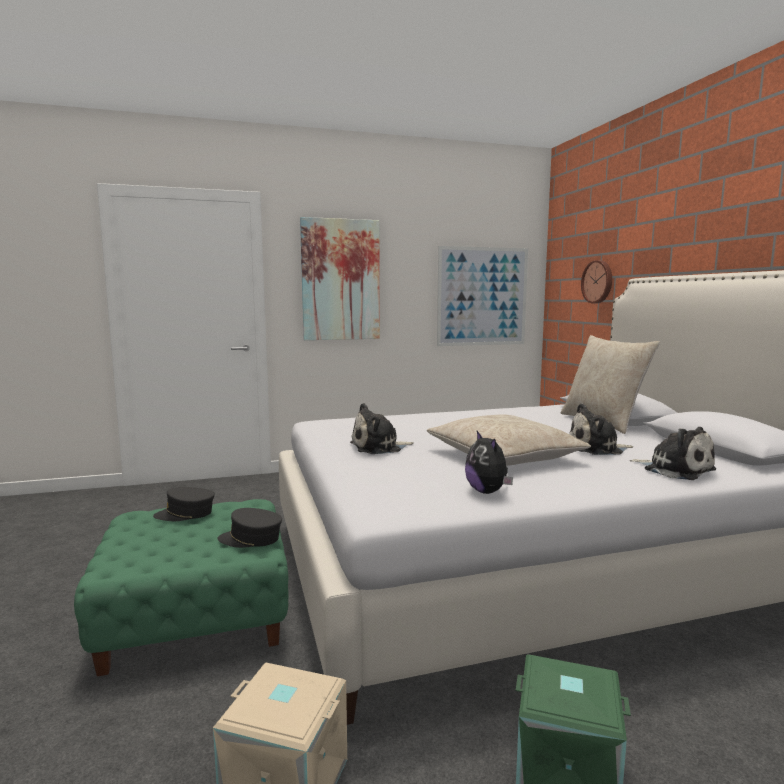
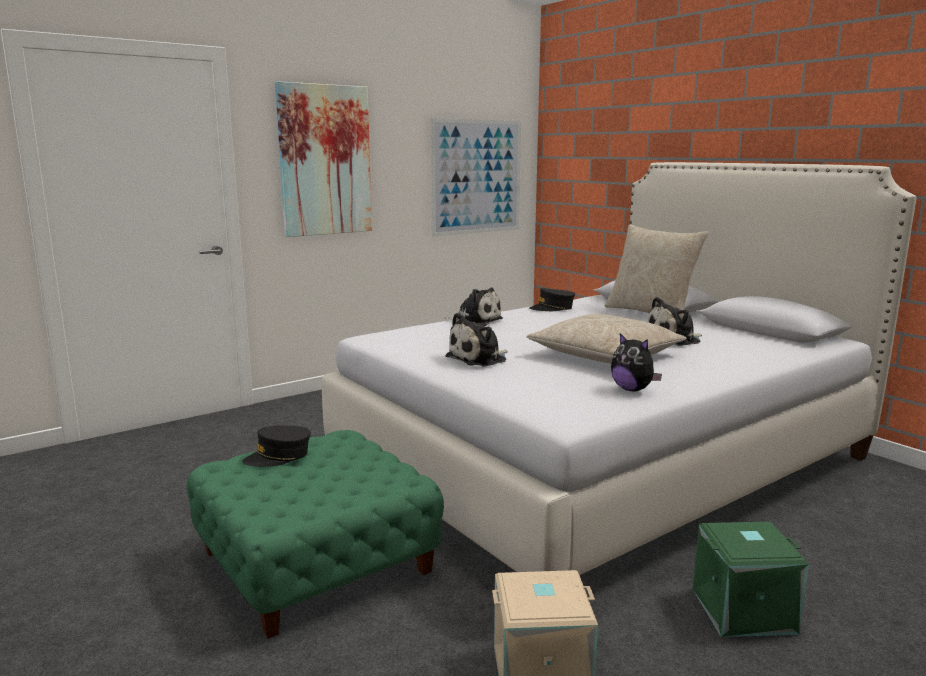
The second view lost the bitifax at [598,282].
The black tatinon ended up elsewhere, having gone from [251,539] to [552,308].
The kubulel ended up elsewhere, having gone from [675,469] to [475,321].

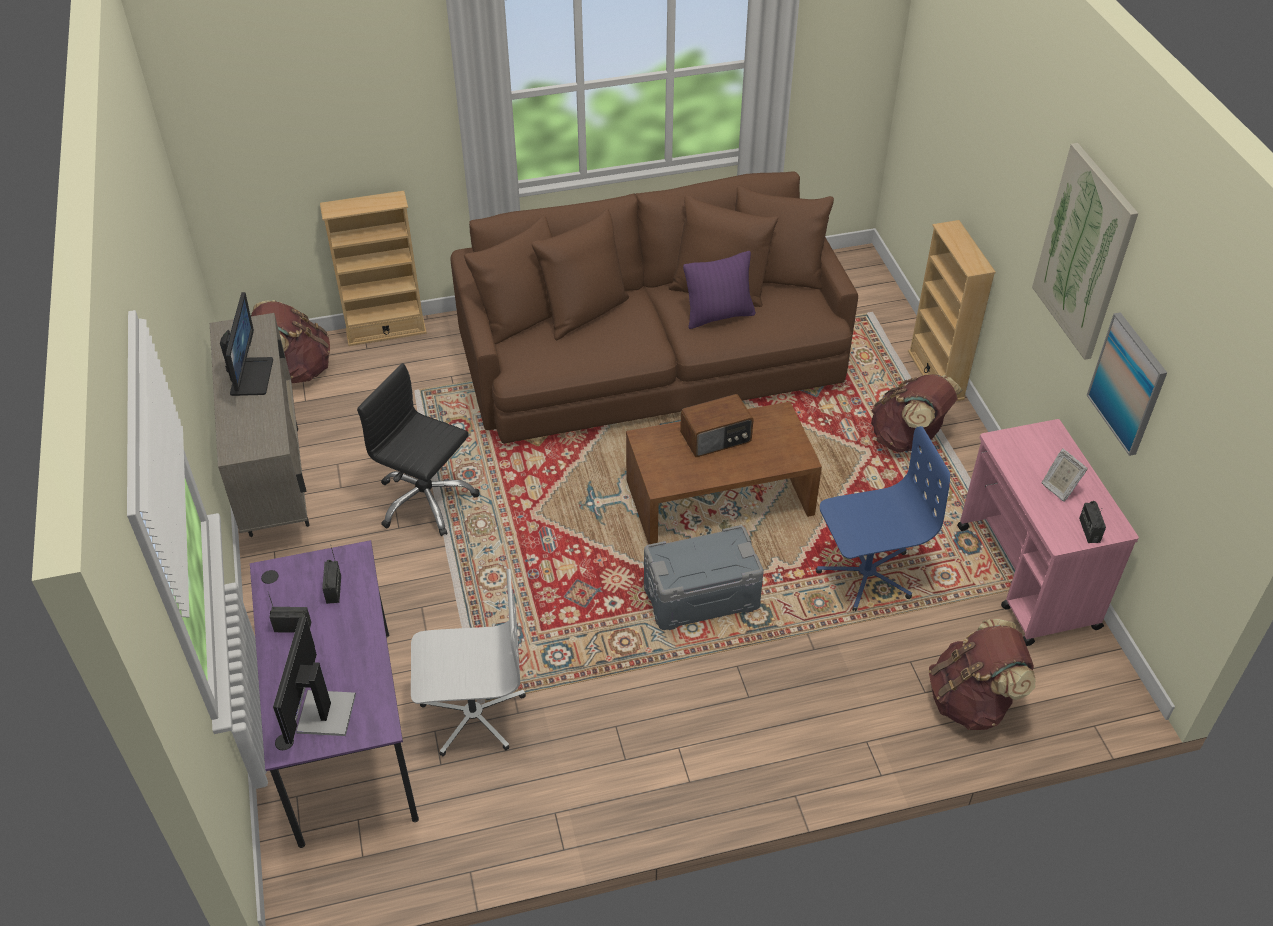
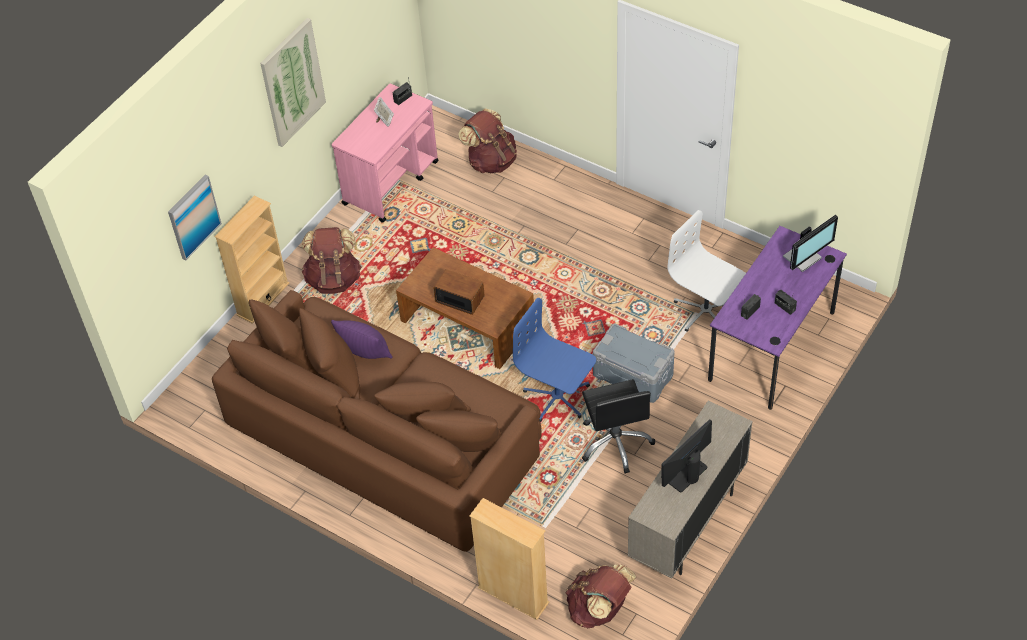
The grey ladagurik ended up elsewhere, having gone from [701,597] to [633,374].
The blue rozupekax ended up elsewhere, having gone from [865,573] to [557,397].
The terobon ended up elsewhere, having gone from [1128,384] to [193,217].

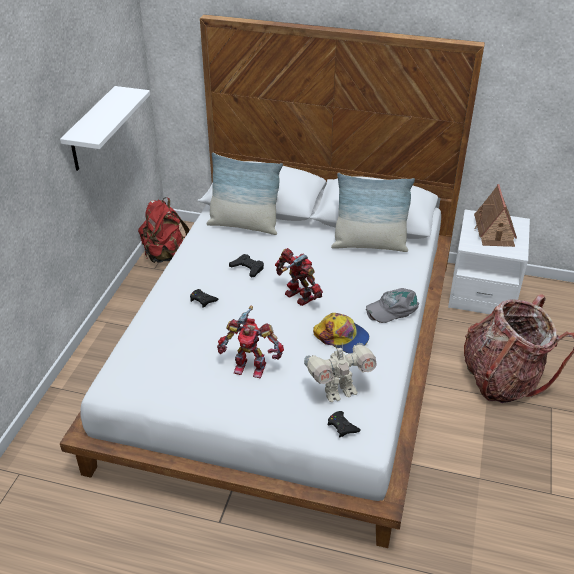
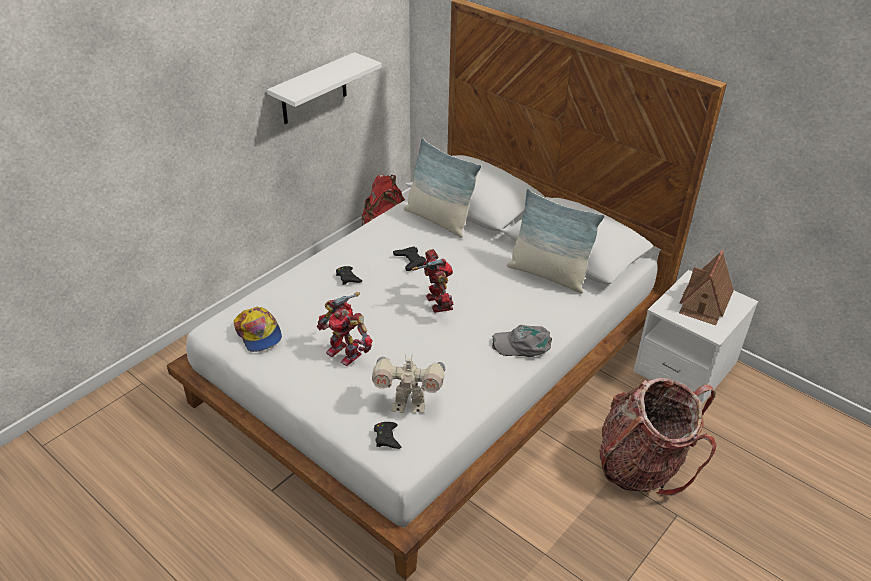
The tatinon ended up elsewhere, having gone from [342,337] to [258,334].

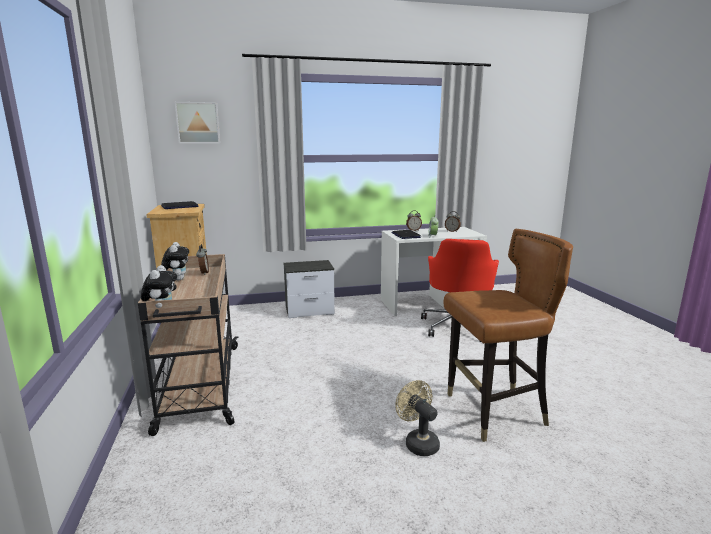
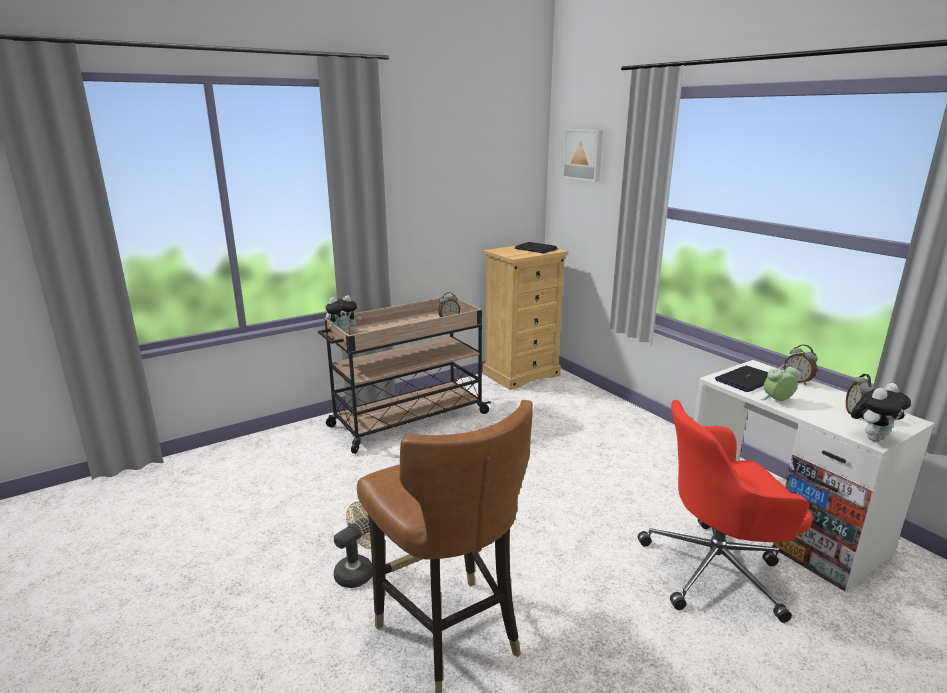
The second view lost the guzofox at [310,311].
The kubulel ended up elsewhere, having gone from [177,279] to [872,438].

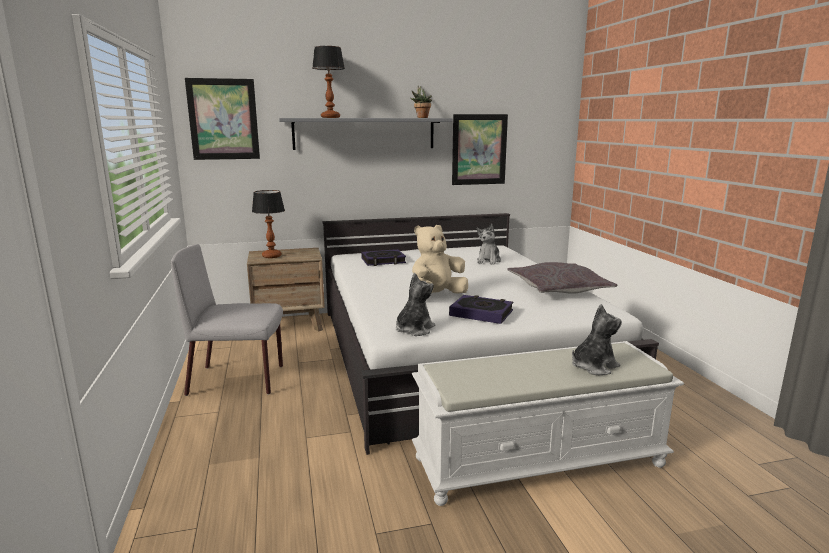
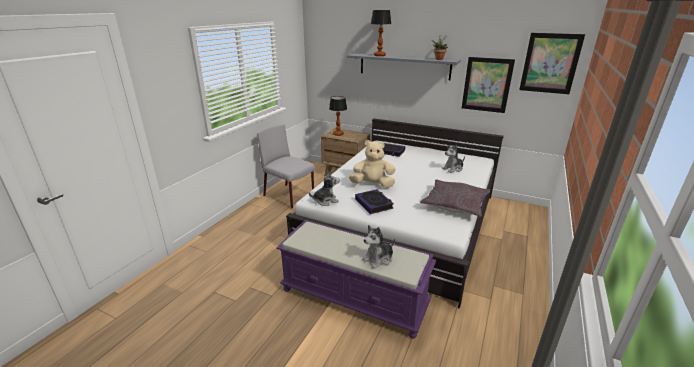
The terobon ended up elsewhere, having gone from [223,119] to [550,63].
What was the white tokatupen at [539,460] turned into the purple tokatupen at [355,297].
The kubulel at [593,366] ended up facing another way, 135 degrees clockwise from before.

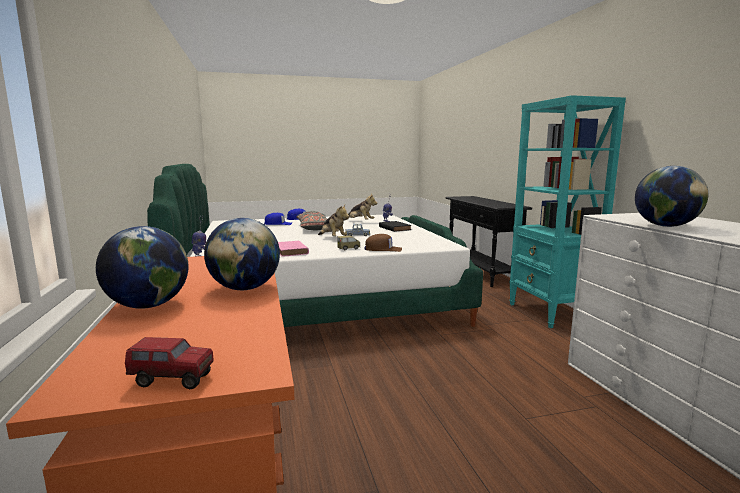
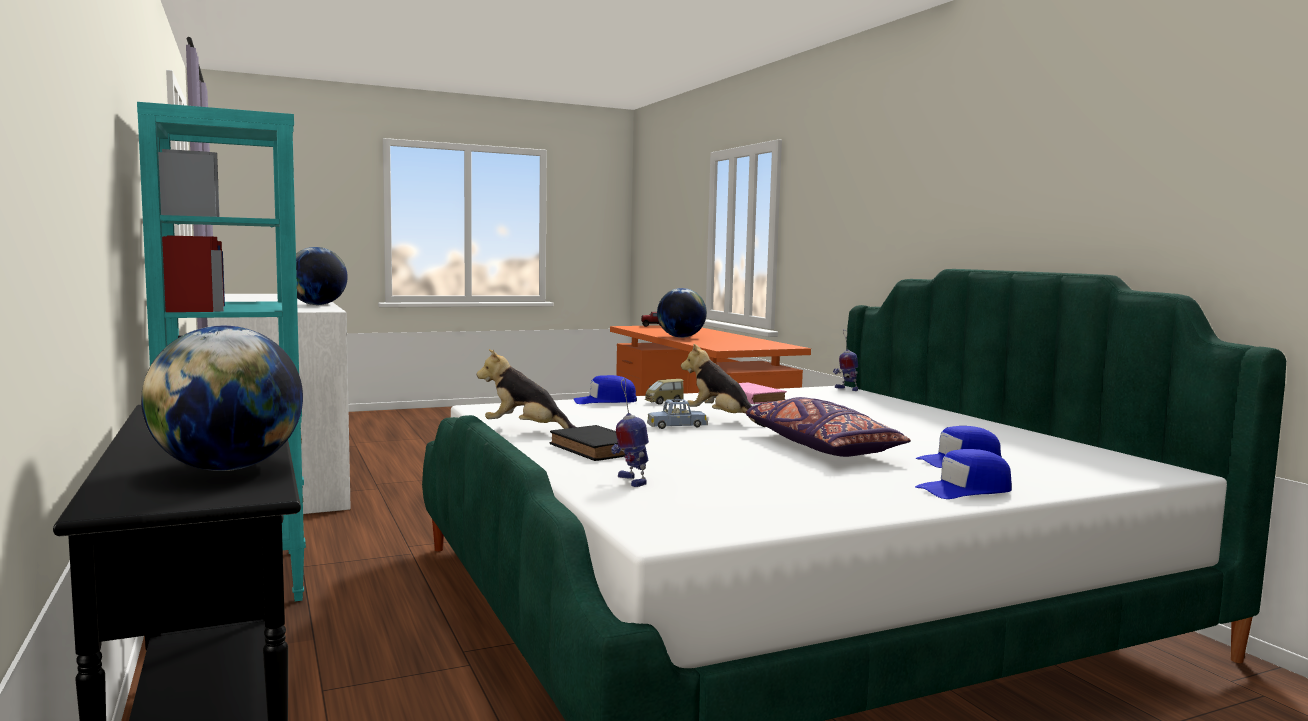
The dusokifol ended up elsewhere, having gone from [148,306] to [227,468].
The kubulel ended up elsewhere, having gone from [360,222] to [526,430].
What was the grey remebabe at [313,228] turned into the purple remebabe at [819,446].
What was the brown tatinon at [383,249] turned into the blue tatinon at [605,401].

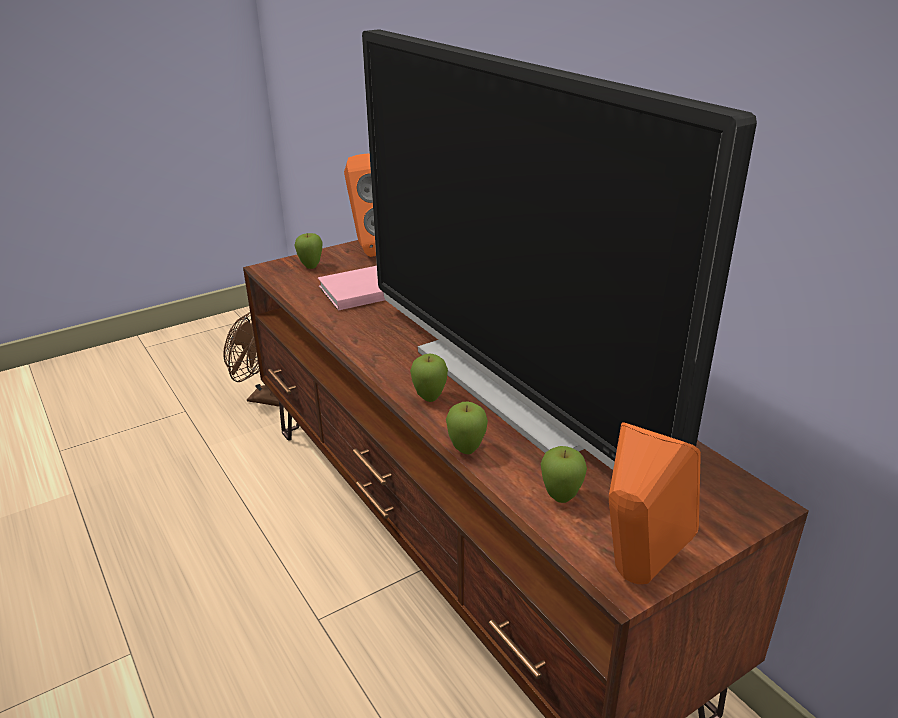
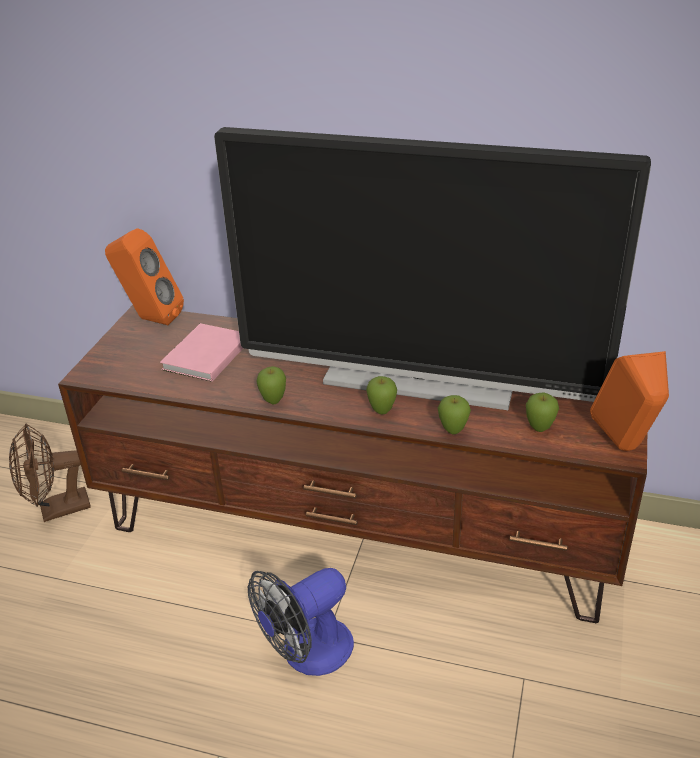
The second view gained the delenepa at [307,653].
The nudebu ended up elsewhere, having gone from [311,267] to [273,401].

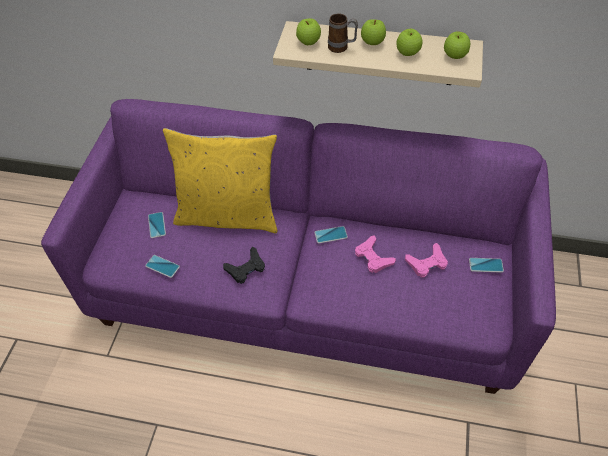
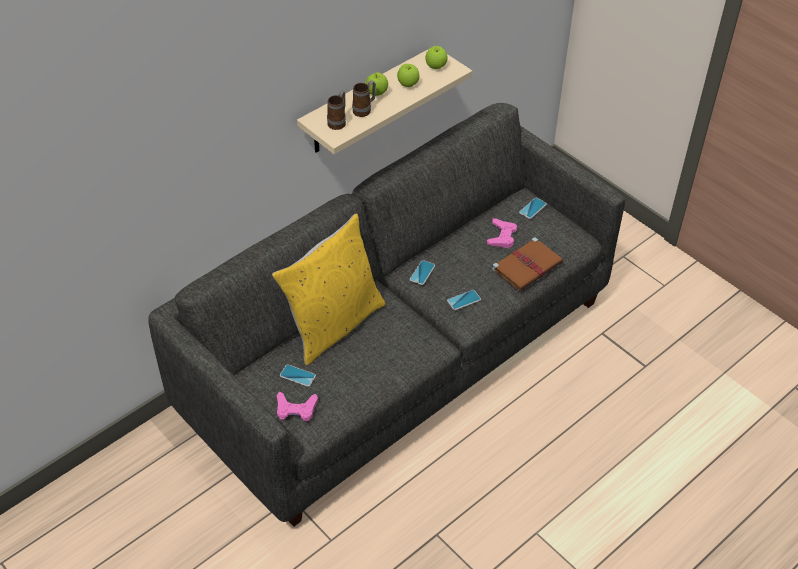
The second view lost the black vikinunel at [246,268].
The second view gained the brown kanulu at [528,266].
The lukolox ended up elsewhere, having gone from [162,266] to [464,300].
The pink vikinunel ended up elsewhere, having gone from [373,257] to [296,409].
Where the nudebu stood at [308,42], the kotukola came to stand at [338,122].
What was the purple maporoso at [307,287] turned into the grey maporoso at [398,355].

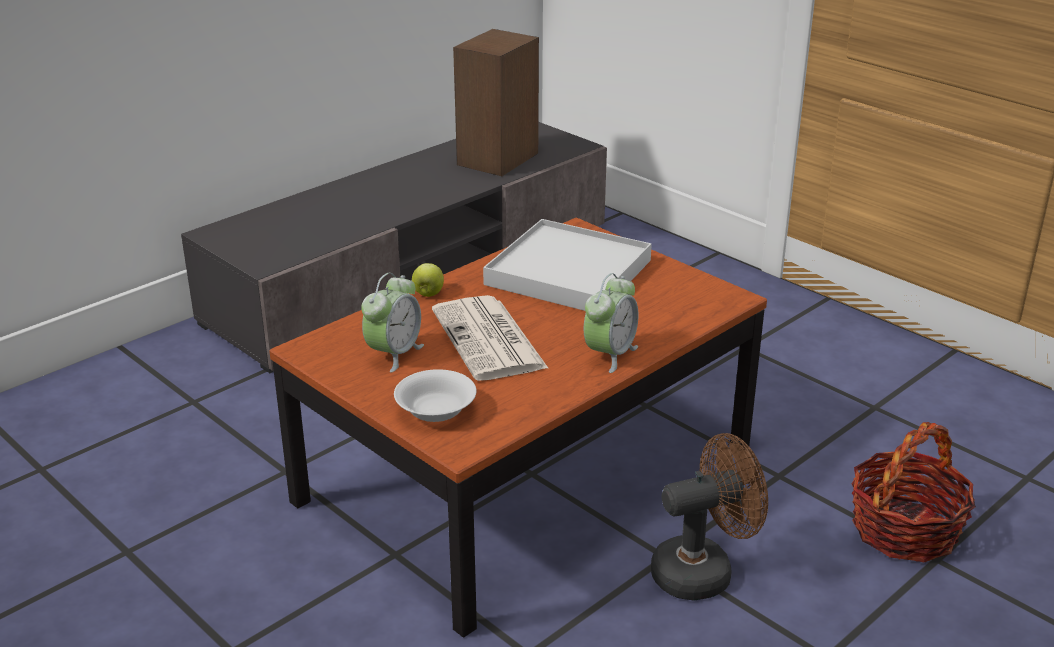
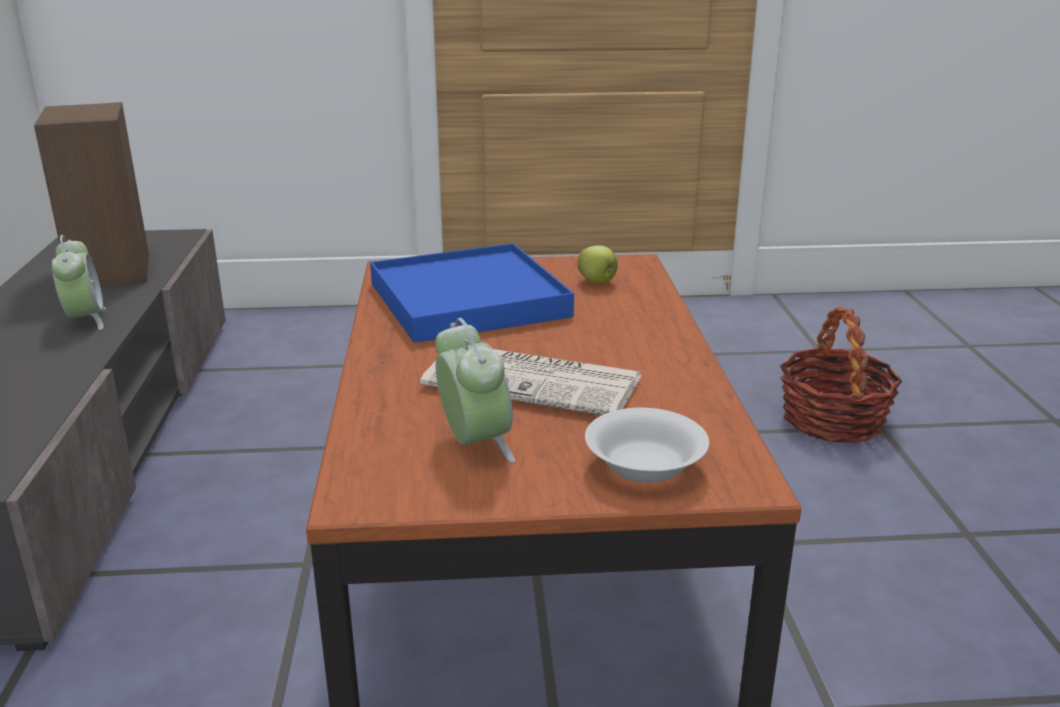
The second view lost the brown delenepa at [703,571].
The nudebu ended up elsewhere, having gone from [428,294] to [597,282].
The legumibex ended up elsewhere, having gone from [610,355] to [85,320].
What was the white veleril at [569,272] turned into the blue veleril at [468,300].

